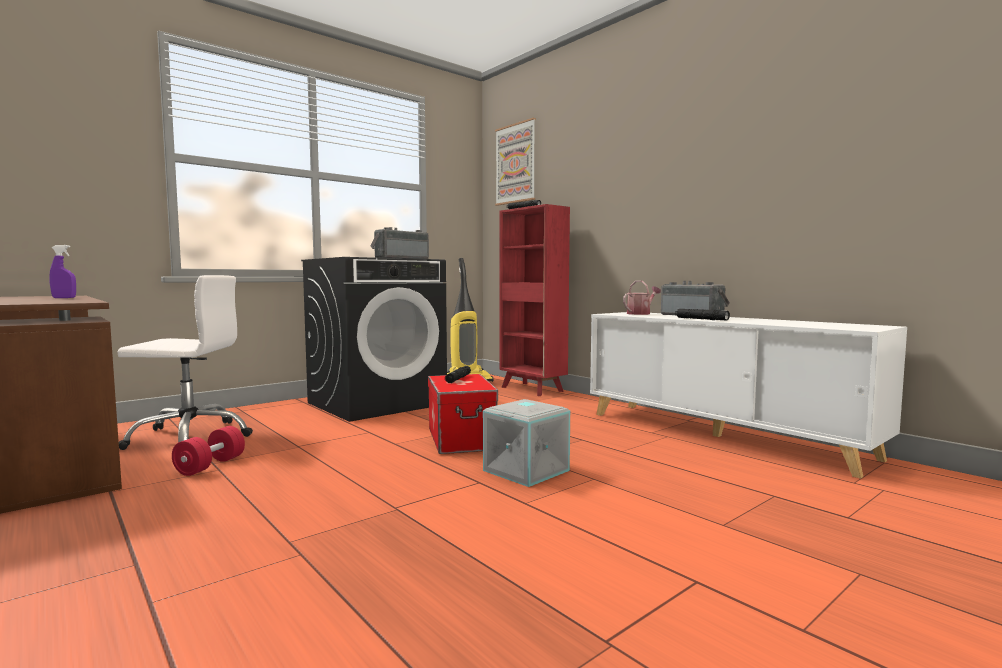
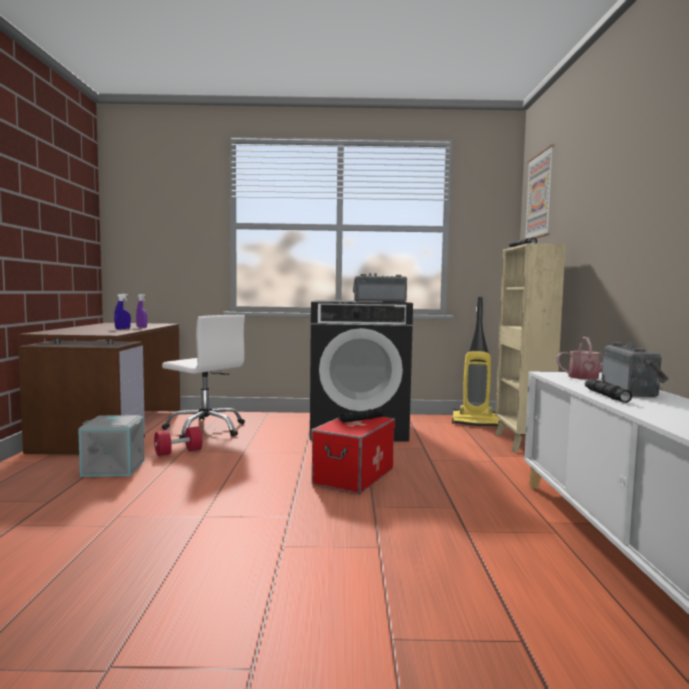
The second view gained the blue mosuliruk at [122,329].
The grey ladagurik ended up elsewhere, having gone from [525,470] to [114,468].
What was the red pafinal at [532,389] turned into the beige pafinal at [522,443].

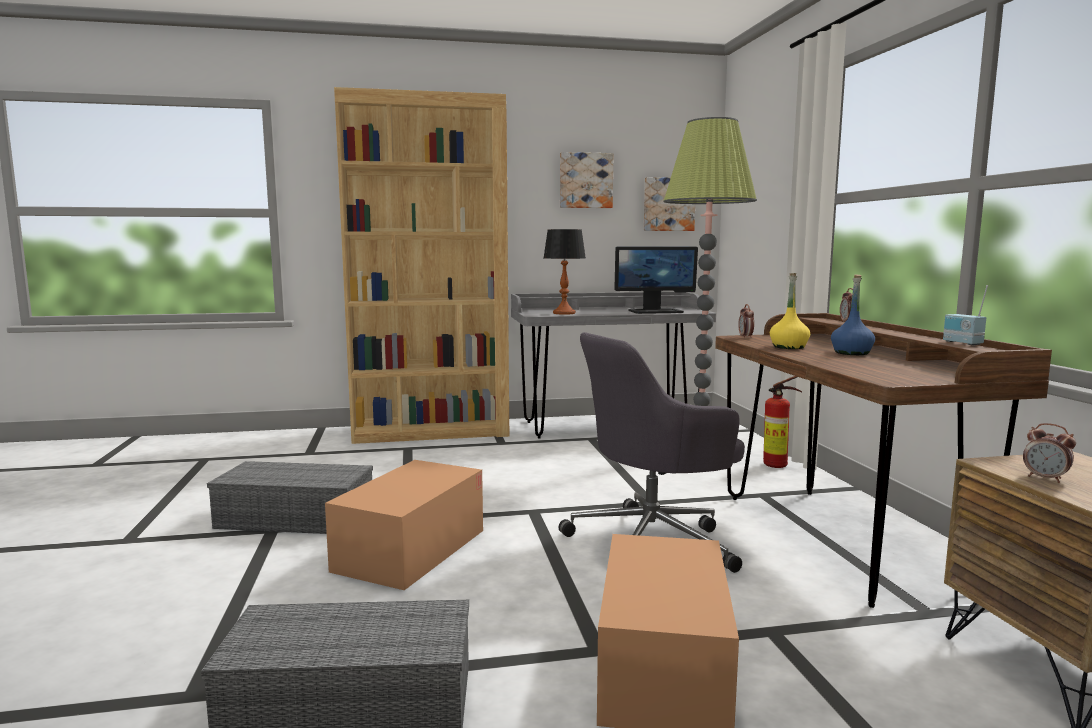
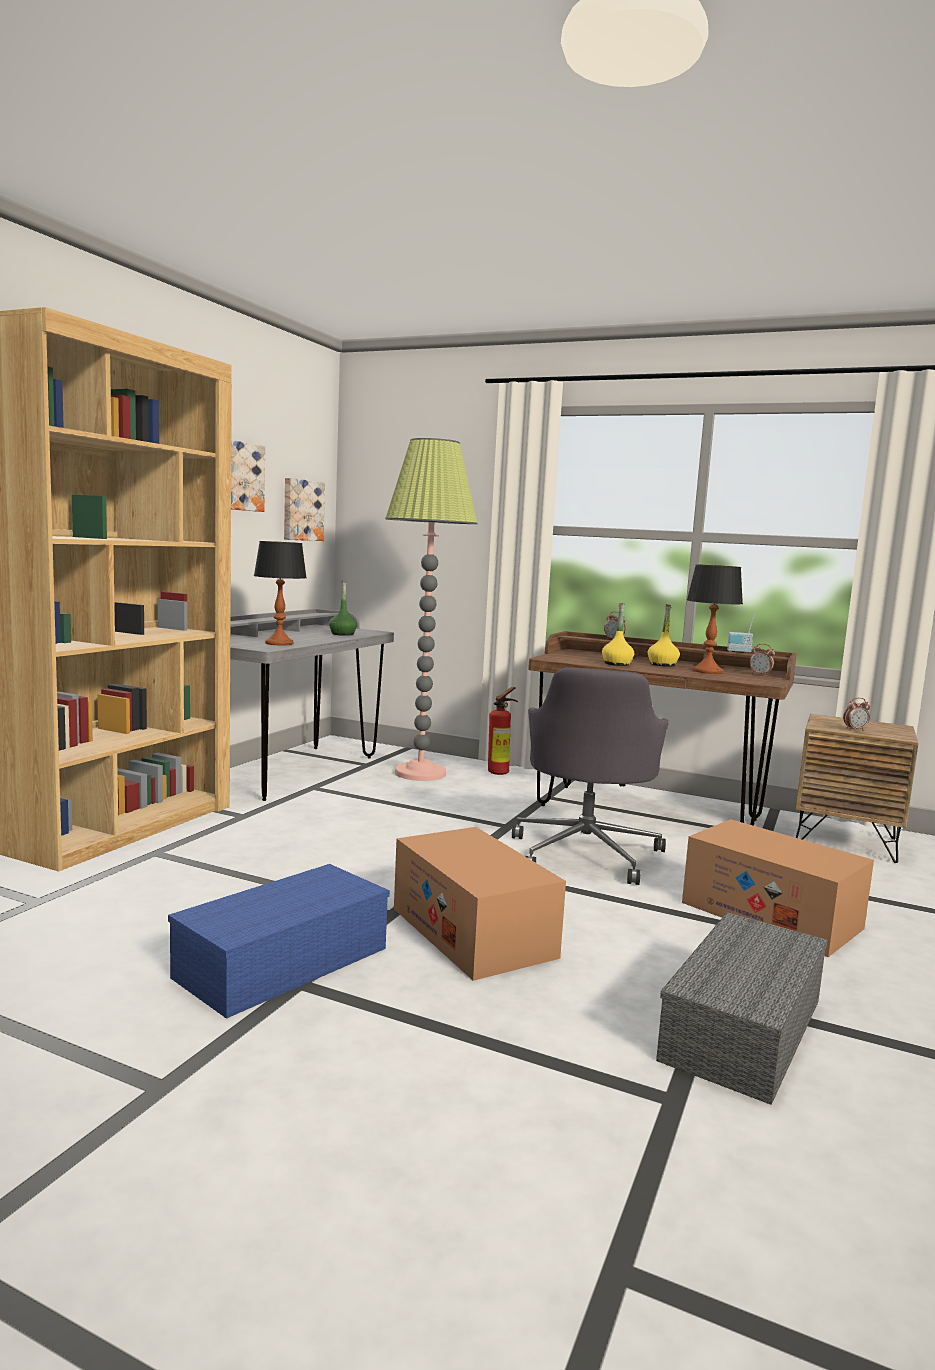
The second view gained the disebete at [707,671].
The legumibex ended up elsewhere, having gone from [745,337] to [760,675].
Where the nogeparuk stood at [655,311], the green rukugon came to stand at [342,634].
What was the grey ladagurik at [298,517] turned into the blue ladagurik at [284,961].
What was the blue rukugon at [851,353] turned into the yellow rukugon at [662,664].

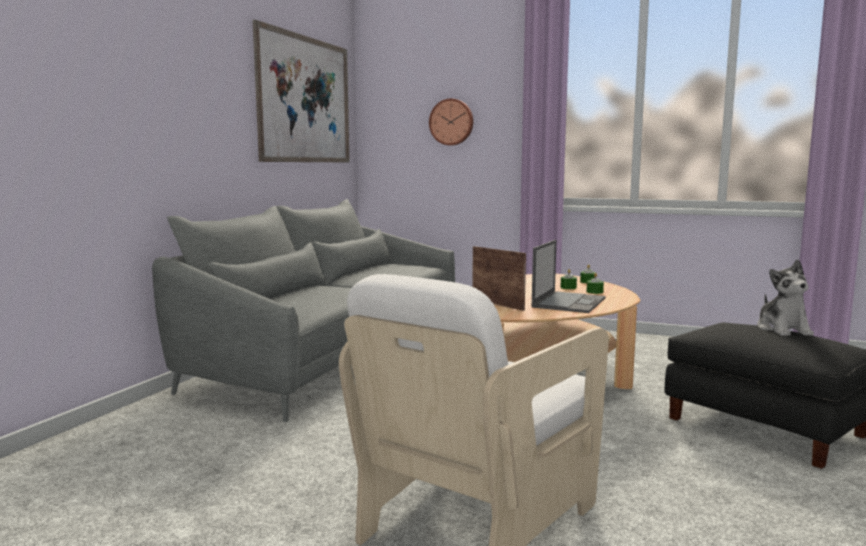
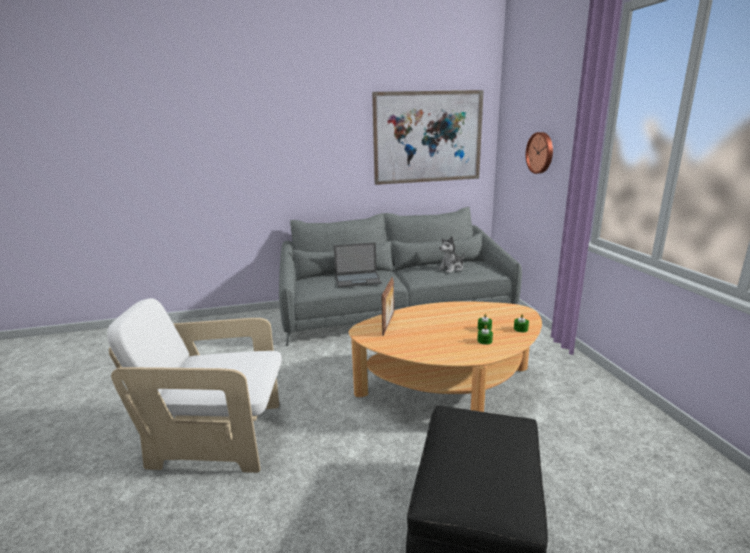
The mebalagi ended up elsewhere, having gone from [569,302] to [358,279].
The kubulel ended up elsewhere, having gone from [783,329] to [451,268].

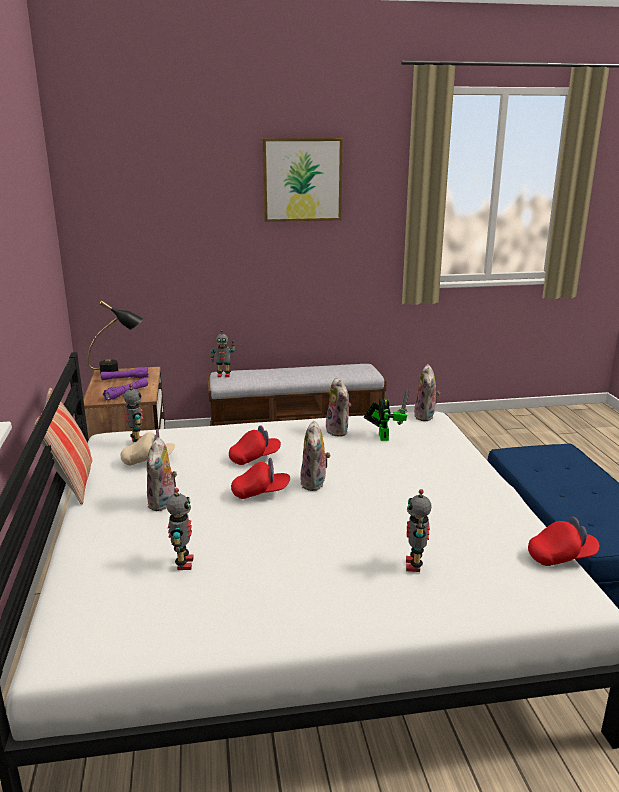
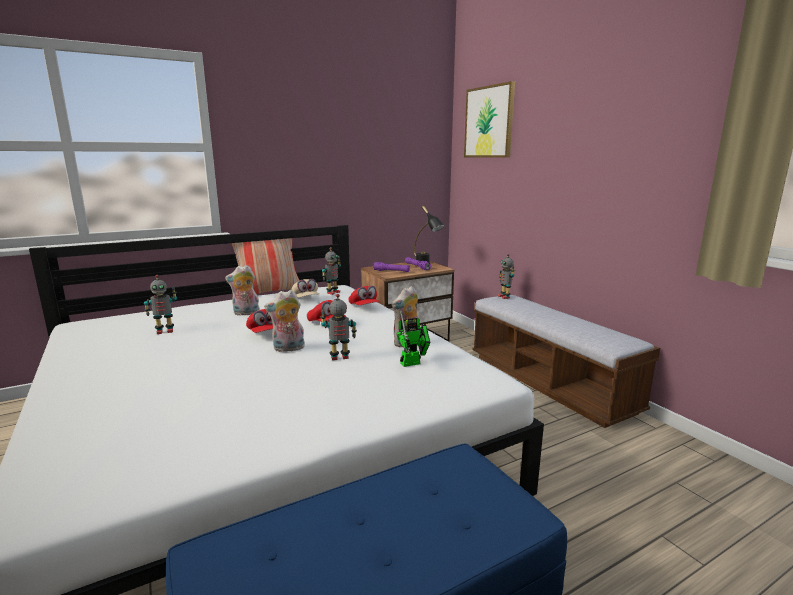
The second view lost the kubulel at [426,416].
The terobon ended up elsewhere, having gone from [302,180] to [489,122].
The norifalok ended up elsewhere, having gone from [415,565] to [340,358].
The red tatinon ended up elsewhere, having gone from [561,557] to [364,307].

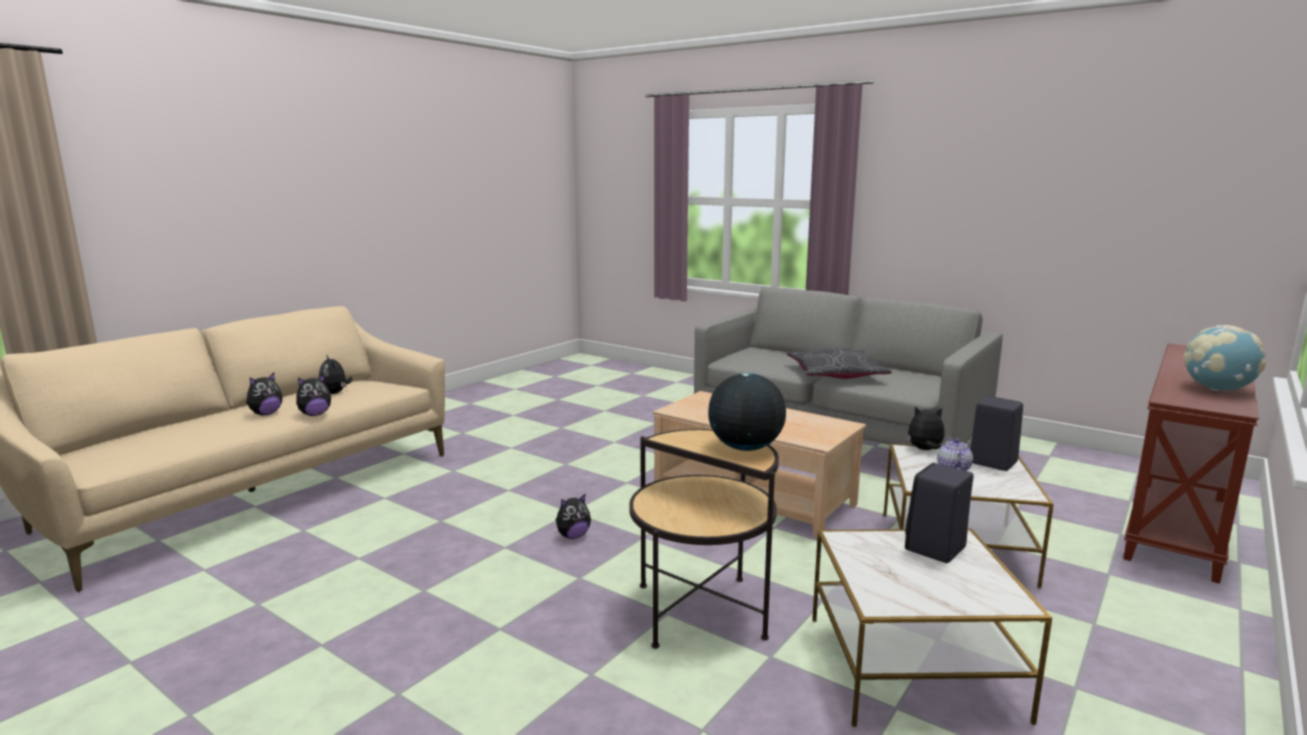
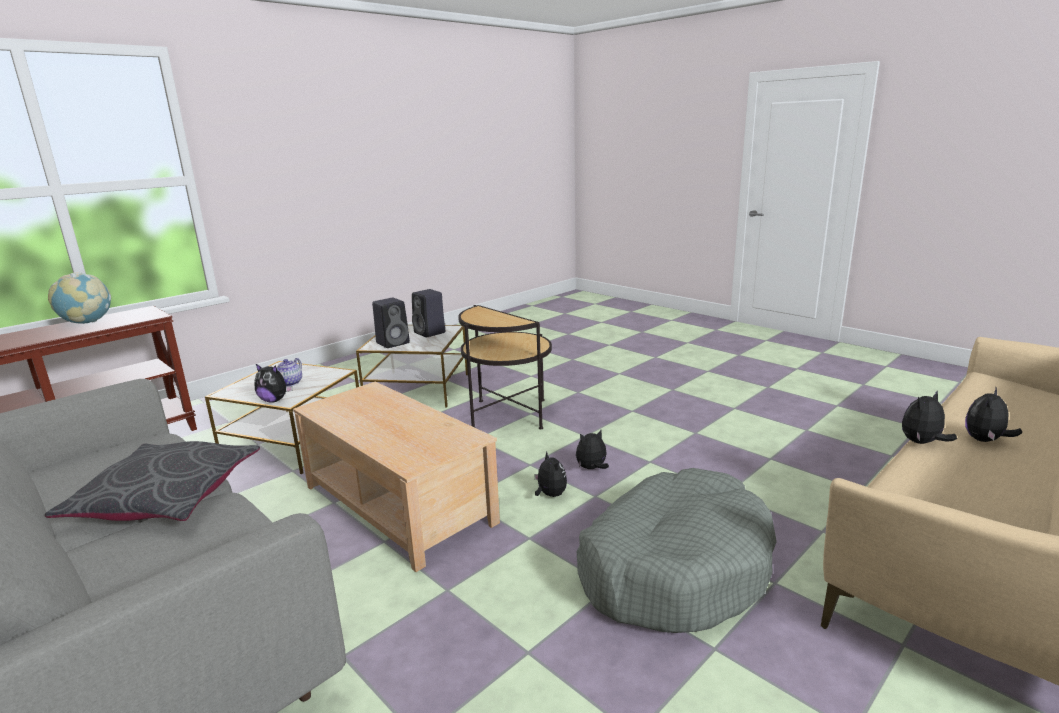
The second view lost the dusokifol at [745,448].
The second view gained the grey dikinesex at [674,567].
The kubulel ended up elsewhere, having gone from [336,393] to [550,495].
The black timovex ended up elsewhere, having gone from [991,462] to [430,333].

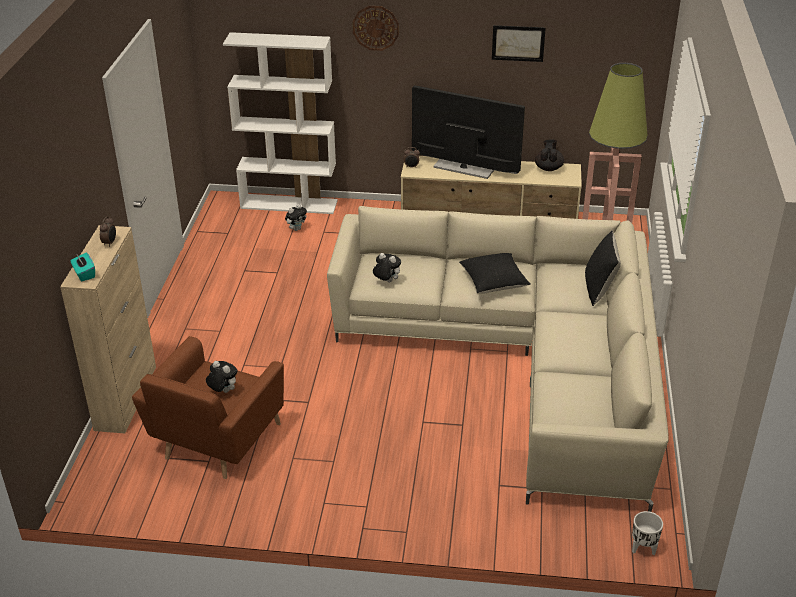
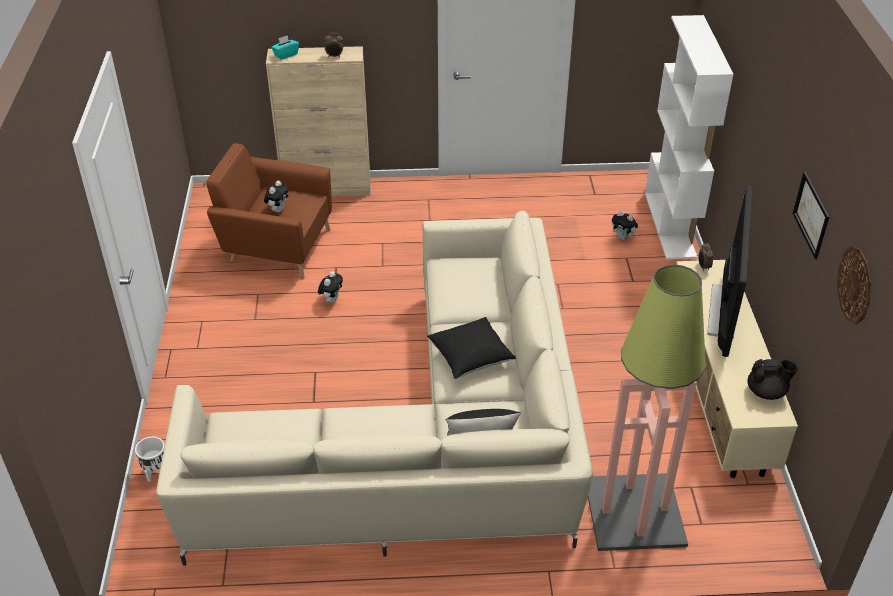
The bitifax ended up elsewhere, having gone from [375,27] to [855,285].
The kubulel ended up elsewhere, having gone from [386,281] to [331,299].
The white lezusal ended up elsewhere, having gone from [643,549] to [156,473].

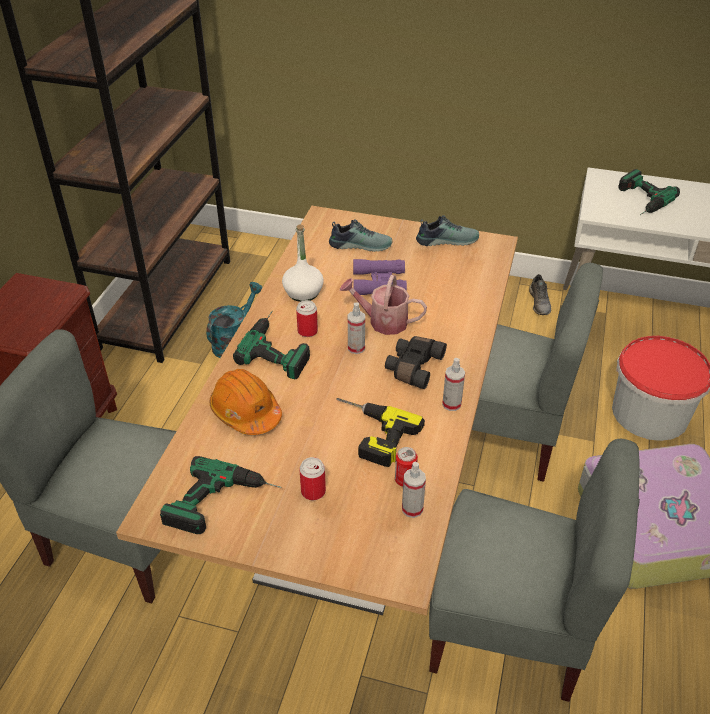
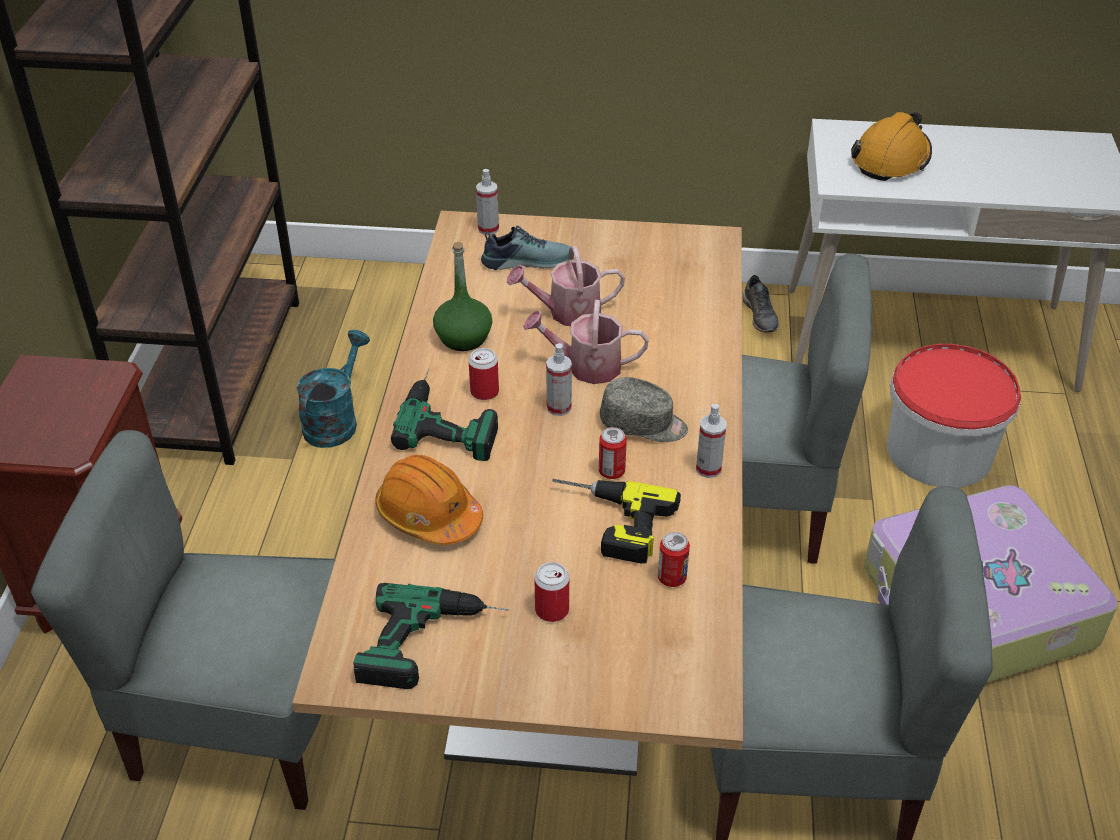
The second view lost the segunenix at [446,240].
The second view gained the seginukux at [611,472].
The mosuliruk ended up elsewhere, having gone from [412,509] to [488,229].
Where the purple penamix stood at [379,283], the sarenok came to stand at [566,312].
Where the black penamix stood at [413,367], the grey tatinon came to stand at [643,424].
Where the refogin stood at [638,200], the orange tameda came to stand at [891,159].
What was the white rukugon at [303,293] turned into the green rukugon at [463,338].

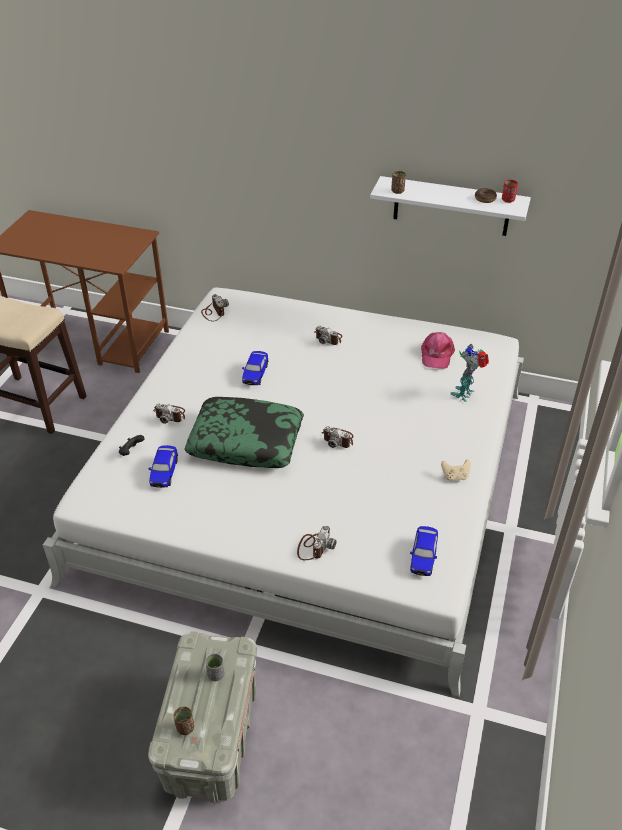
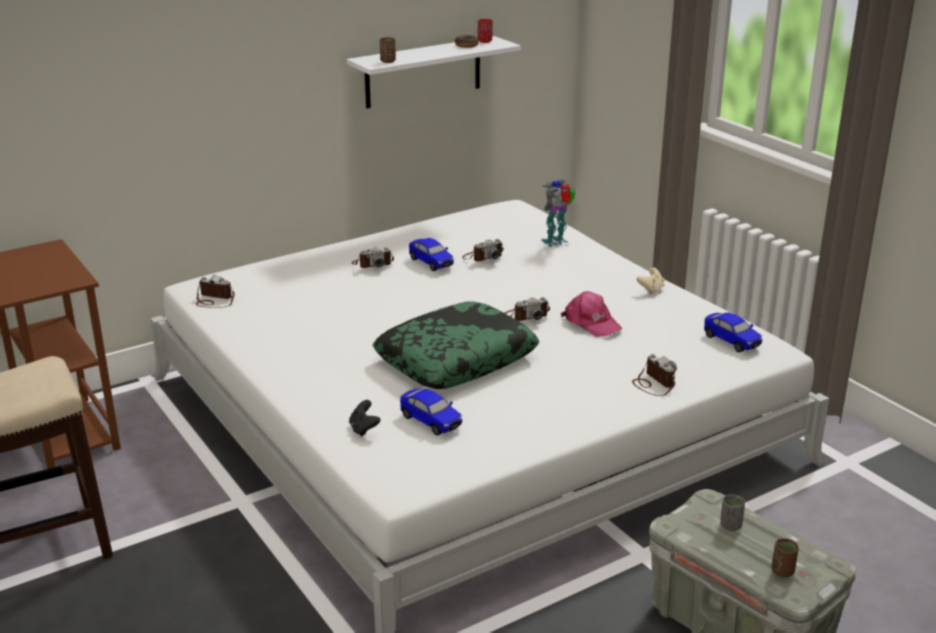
The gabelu ended up elsewhere, having gone from [170,415] to [483,257].
The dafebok ended up elsewhere, having gone from [255,374] to [431,263].
The pink tatinon ended up elsewhere, having gone from [436,354] to [591,323].
The norifalok at [465,393] ended up facing another way, 75 degrees clockwise from before.

